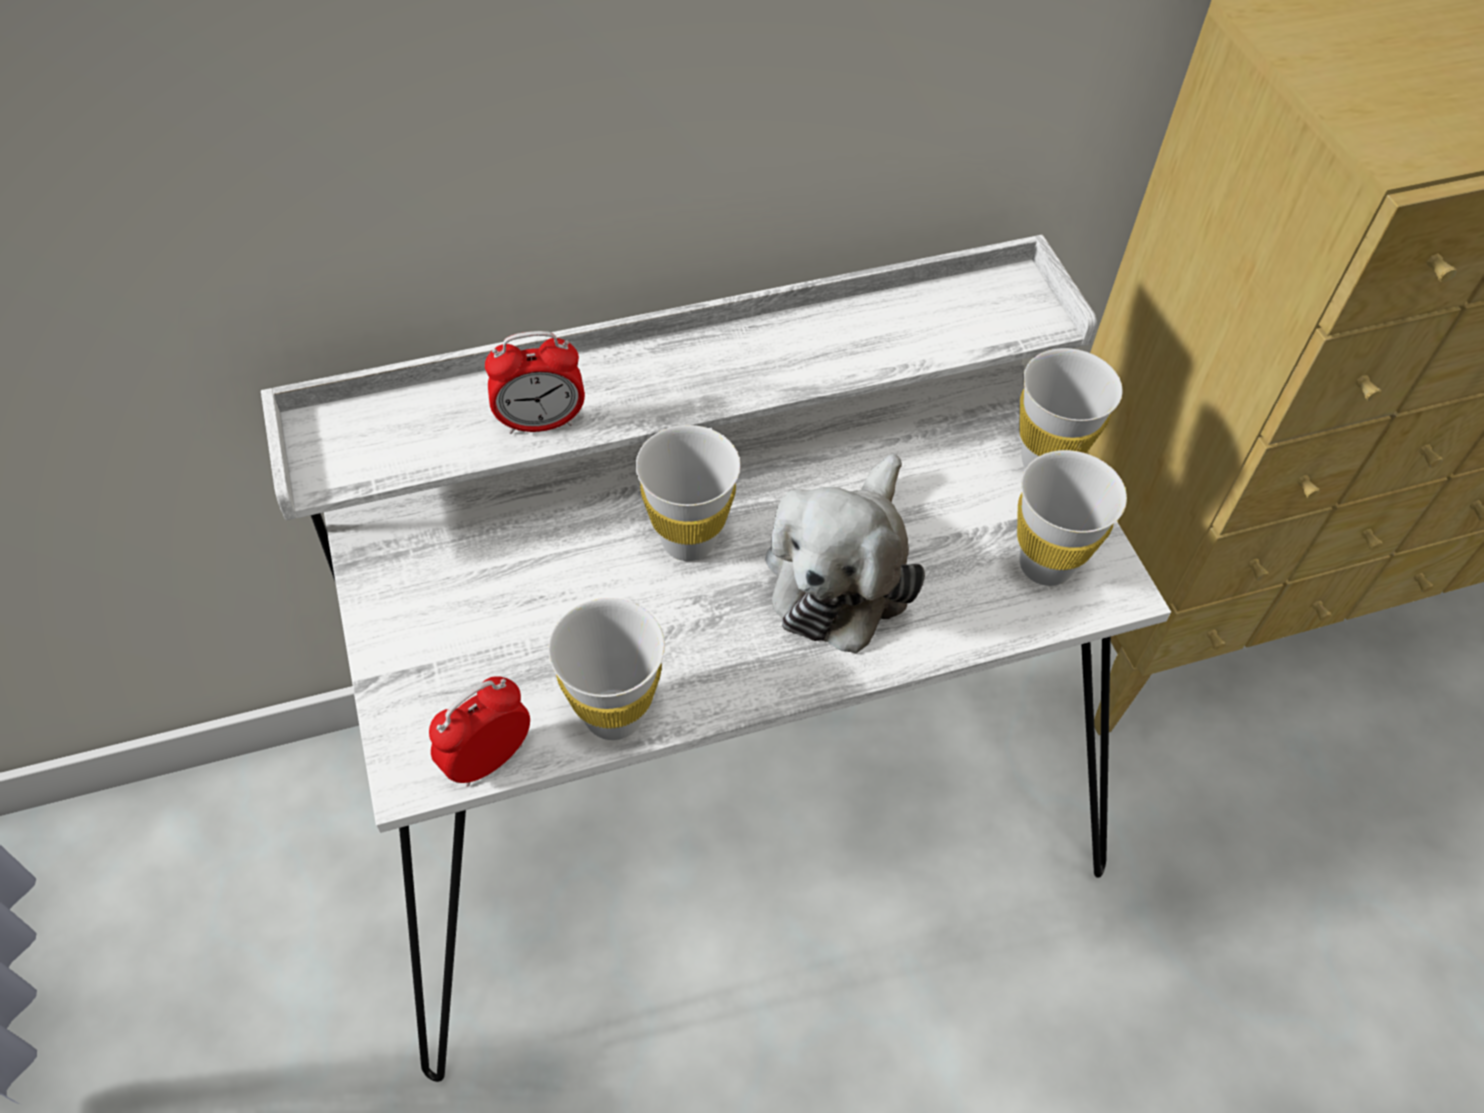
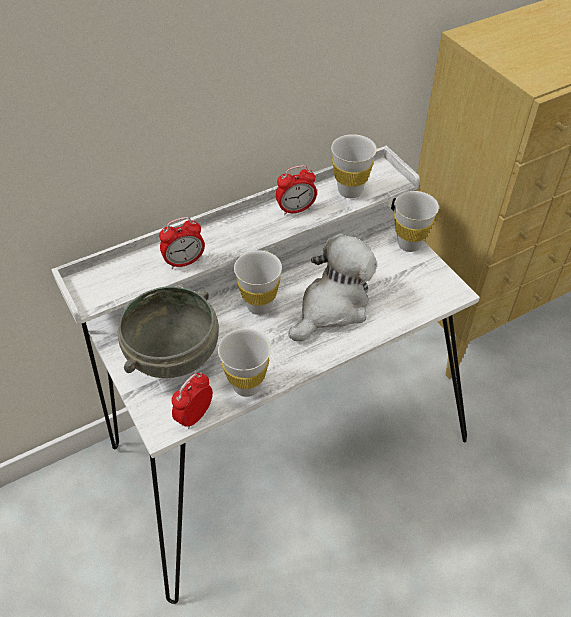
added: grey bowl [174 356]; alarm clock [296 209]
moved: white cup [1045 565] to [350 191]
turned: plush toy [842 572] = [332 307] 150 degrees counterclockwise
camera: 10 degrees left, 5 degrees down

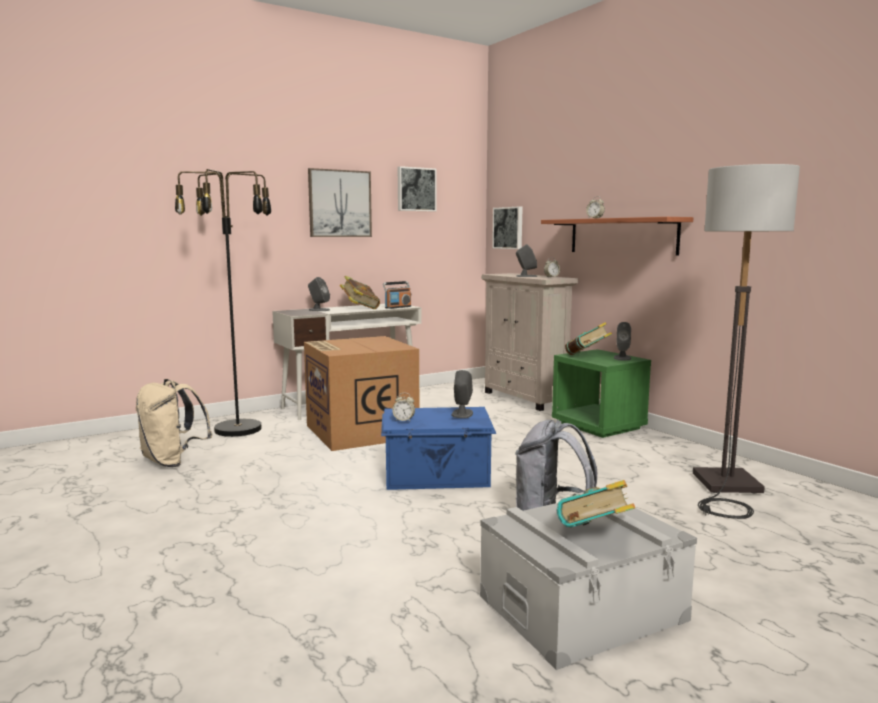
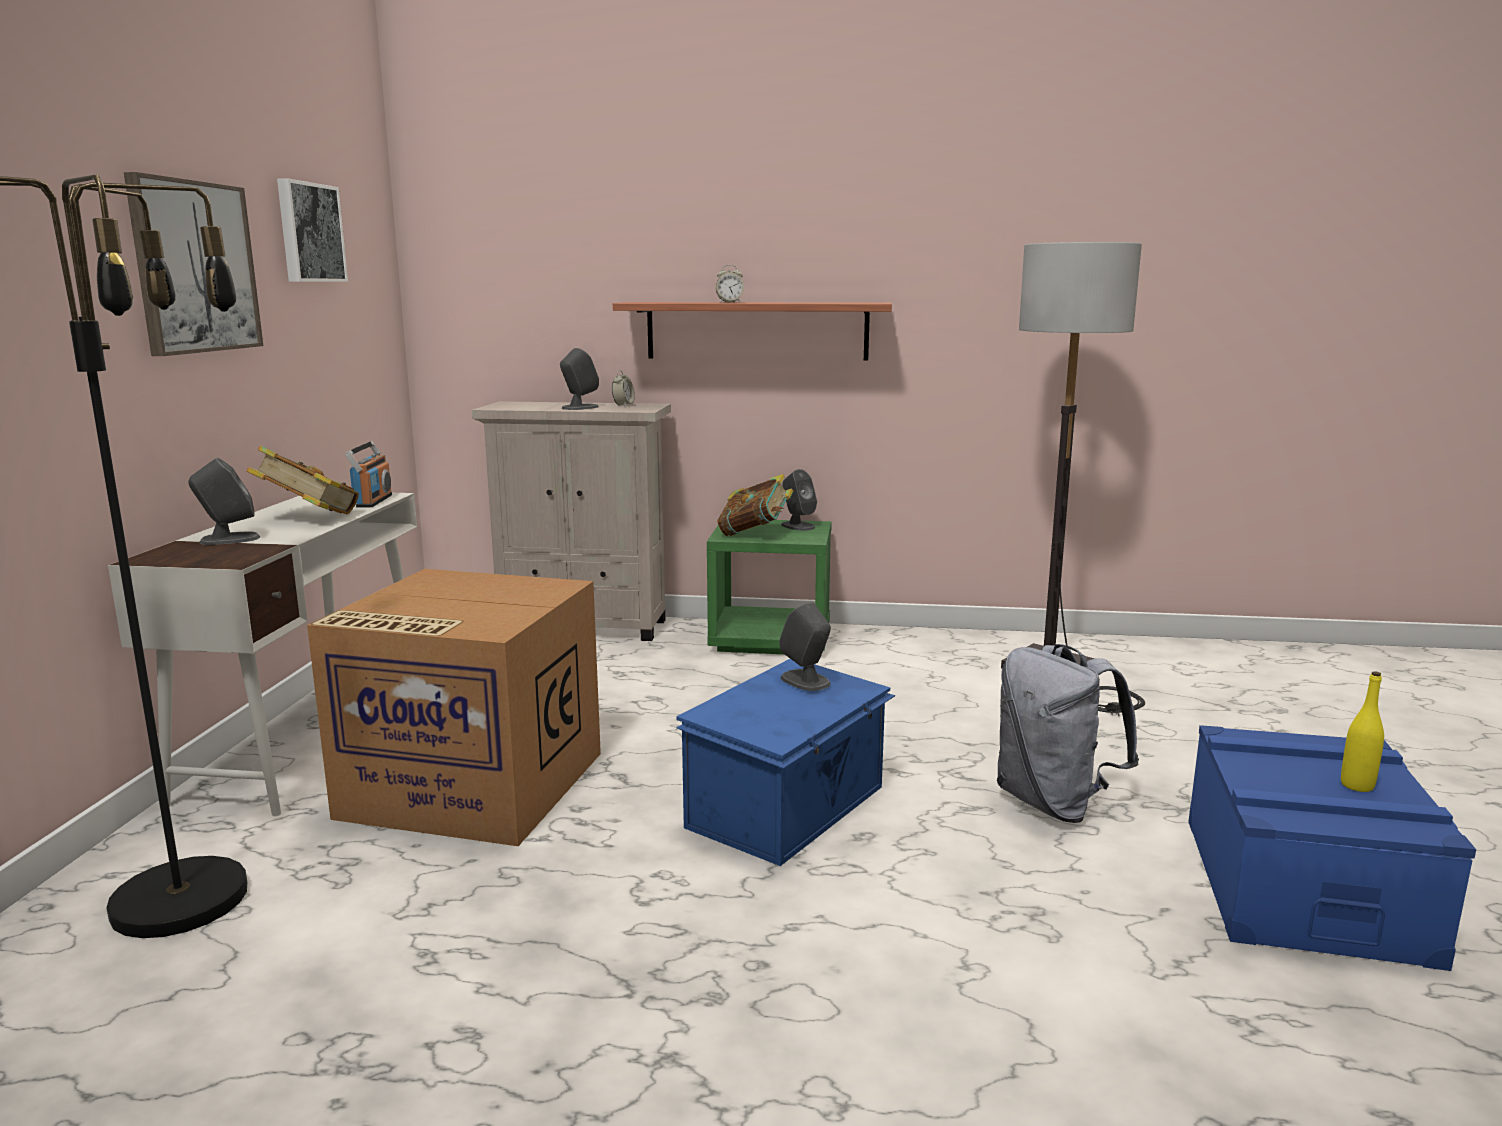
removed: beige backpack [173 462]; alarm clock [404 420]; picture [508 228]
replaced: book [596 538] to yellow bottle [1357 785]
recoloured: grey storage box [581 607] to blue storage box [1303 887]
camera: 50 degrees left, 5 degrees up

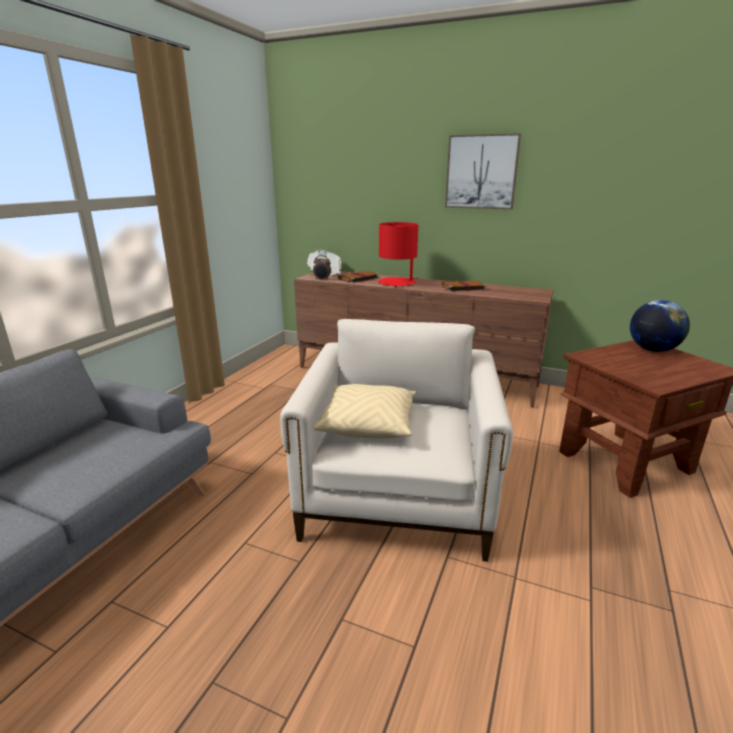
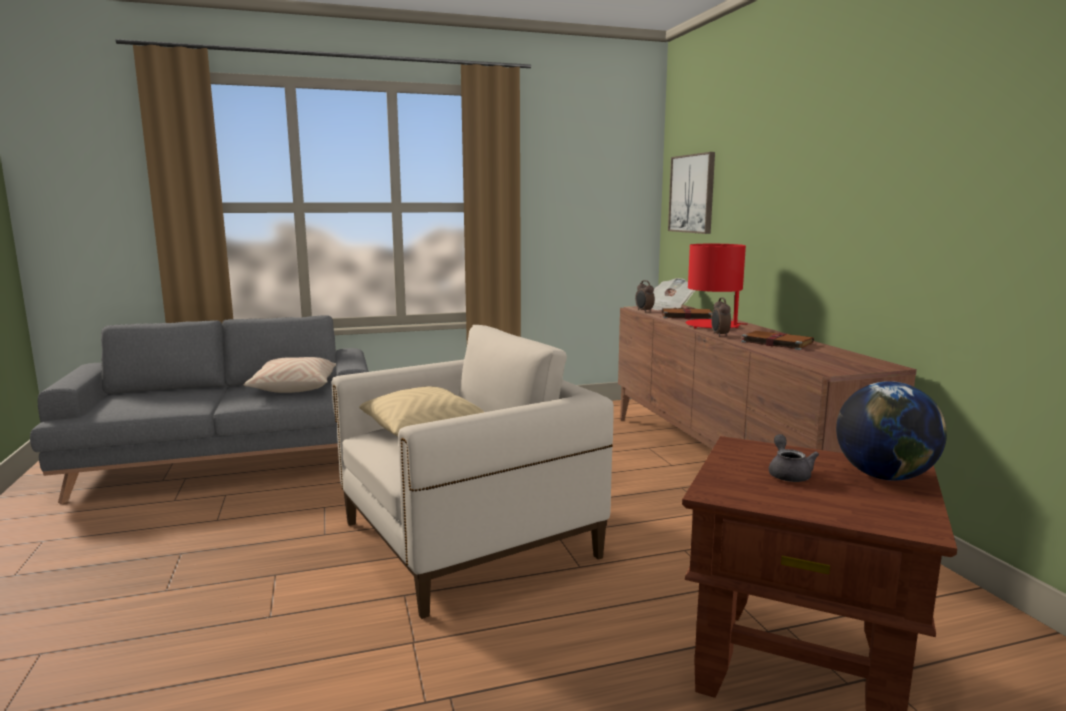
added: beige pillow [294 387]; alarm clock [719 335]; grey teapot [788 474]
moved: picture [481 172] to [692 193]
camera: 50 degrees right, 10 degrees down

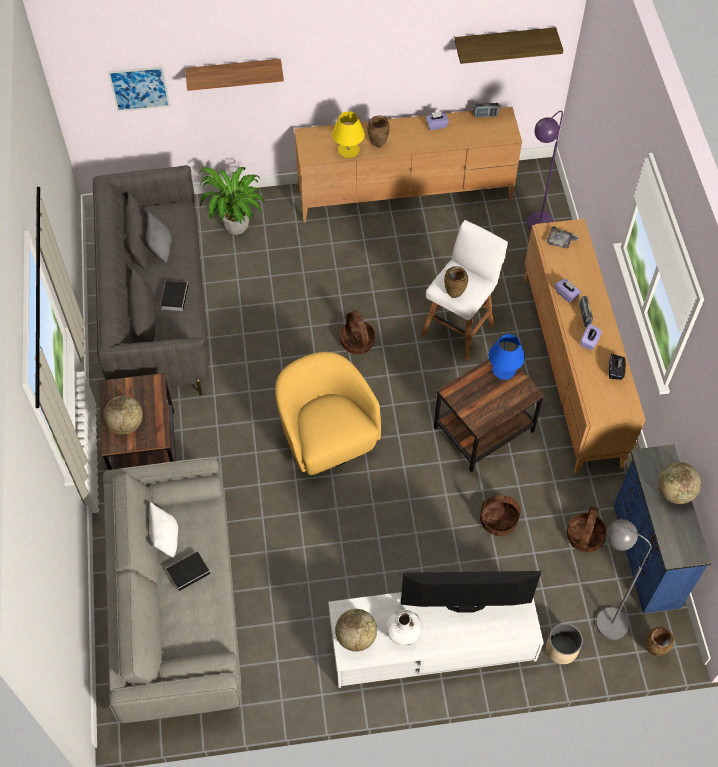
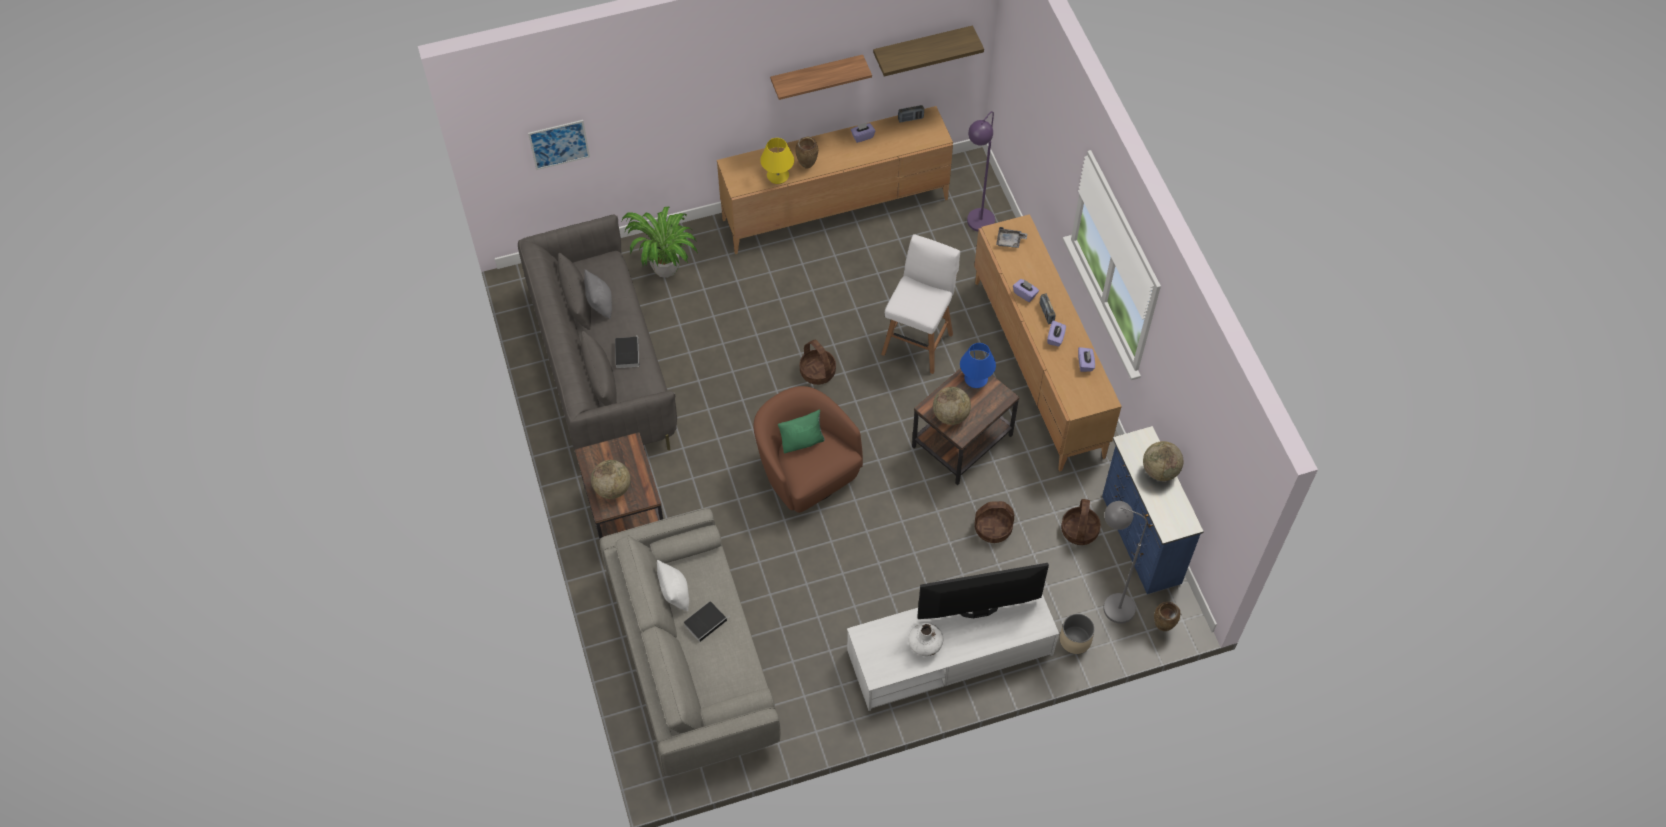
removed: brown vase [454 295]
added: green pillow [802 442]
moved: shelf [234 73] to [816 75]; globe [356 637] to [950 415]
recoloured: yellow armchair [326 436] to brown armchair [805 472]; black tissue box [615 371] to purple tissue box [1085 364]
camera: 10 degrees left, 0 degrees up

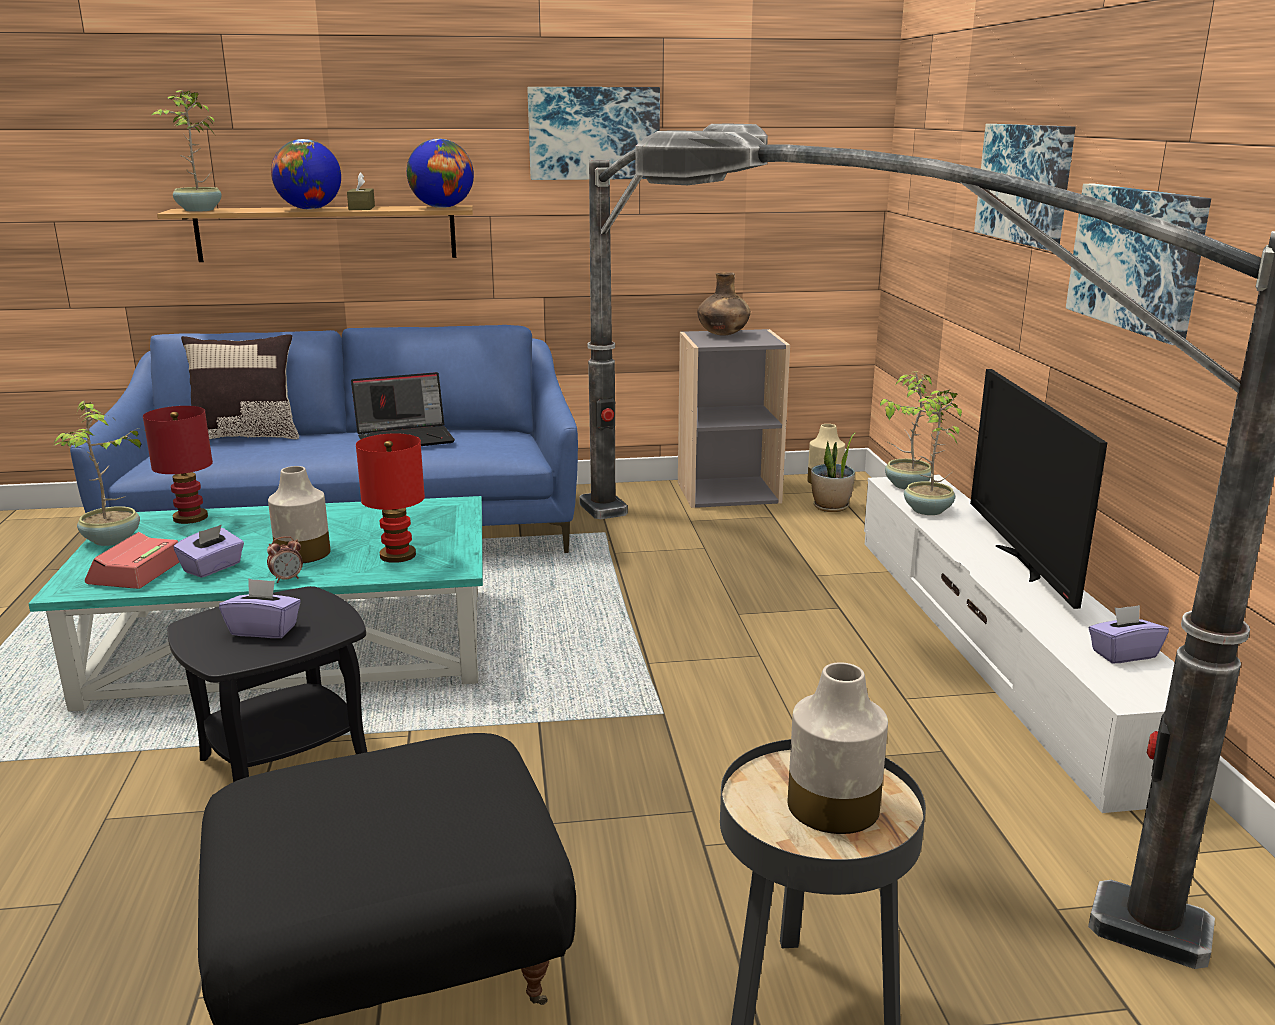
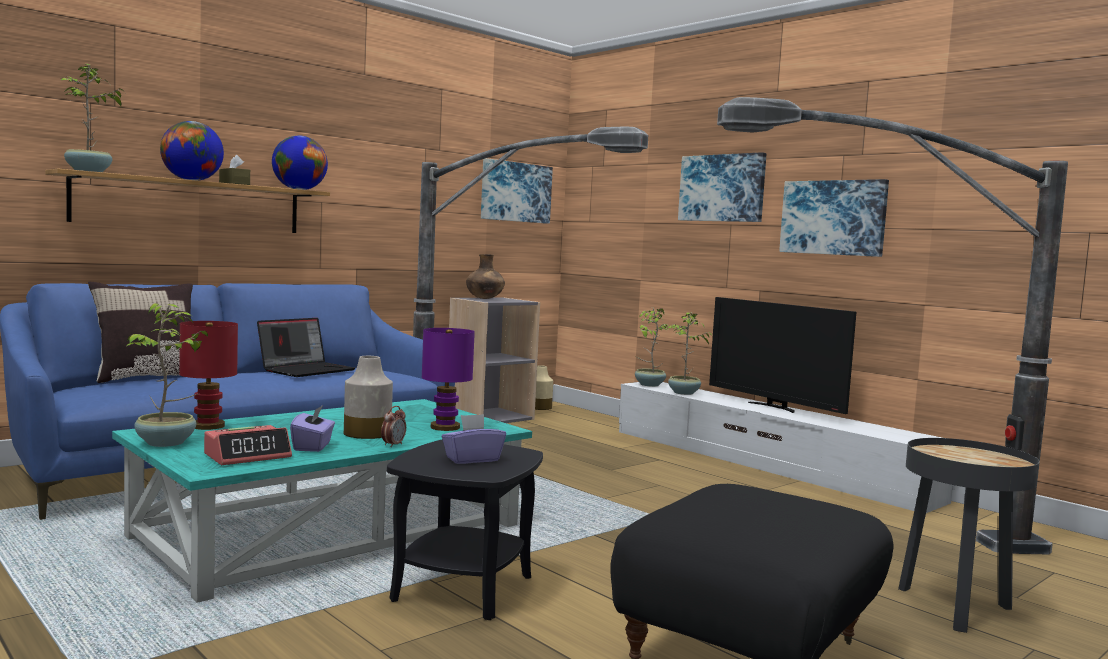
removed: beige vase [834 805]; potted plant [831 507]; purple tissue box [1123 654]
moved: picture [594 133] to [515 192]
recoloured: red table lamp [397 555] to purple table lamp [444 427]
turned: alarm clock [135 573] = [248 456] 105 degrees counterclockwise
camera: 35 degrees left, 15 degrees down

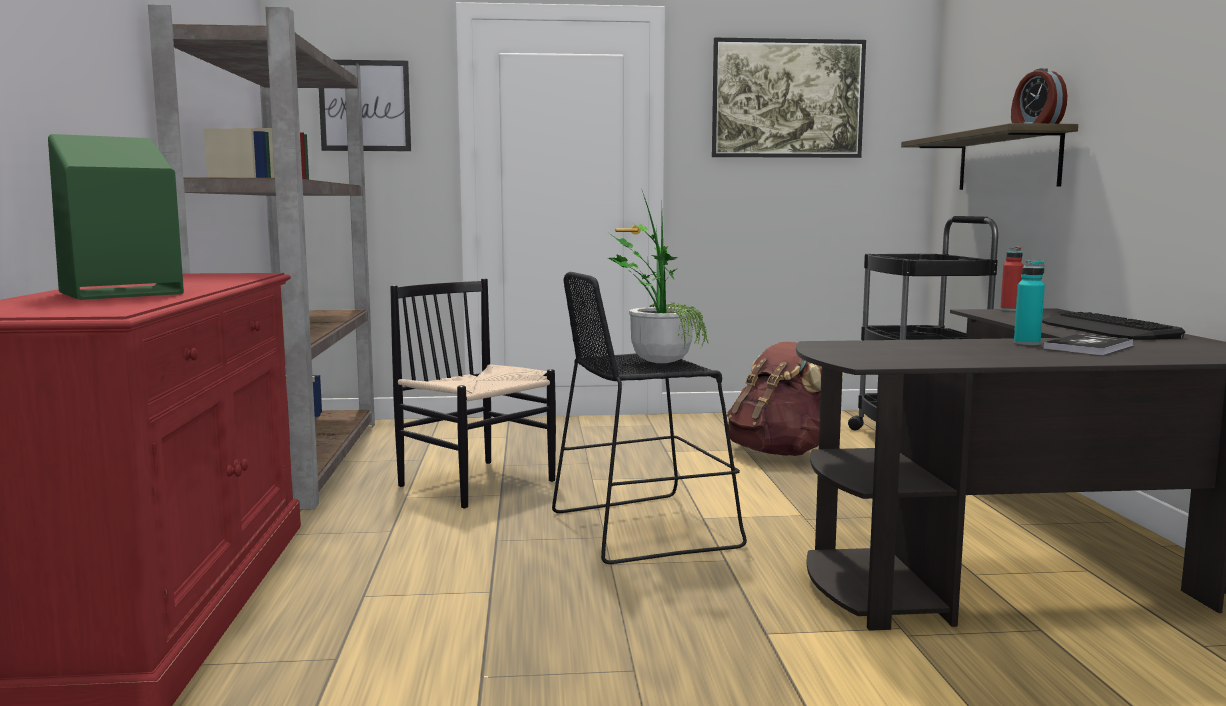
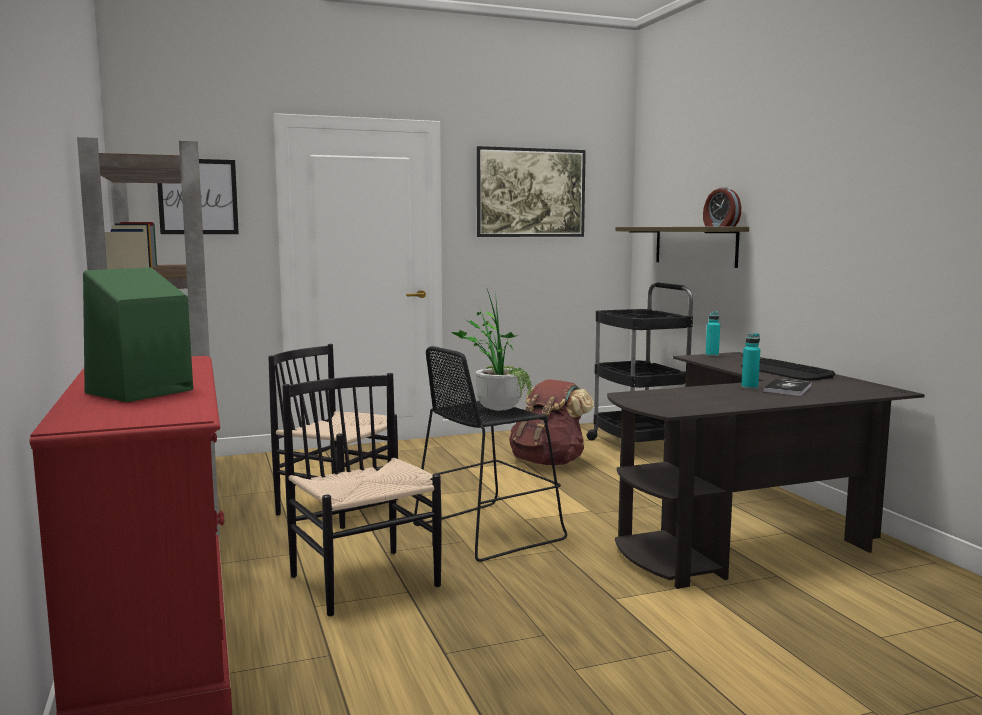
added: black chair [362 579]
recoloured: red bottle [1010 310] to turquoise bottle [712 355]
camera: 15 degrees left, 0 degrees up

